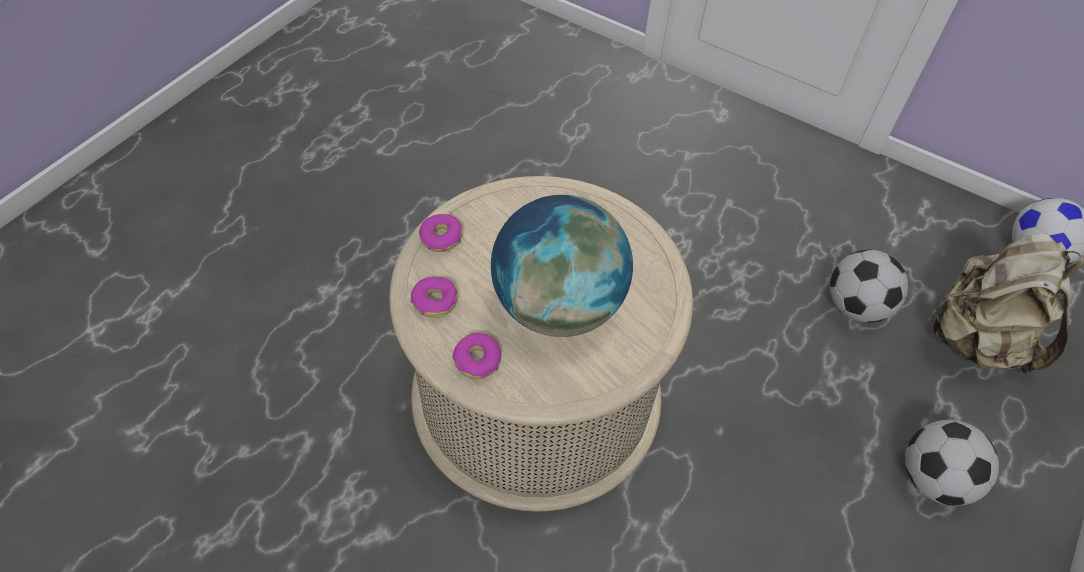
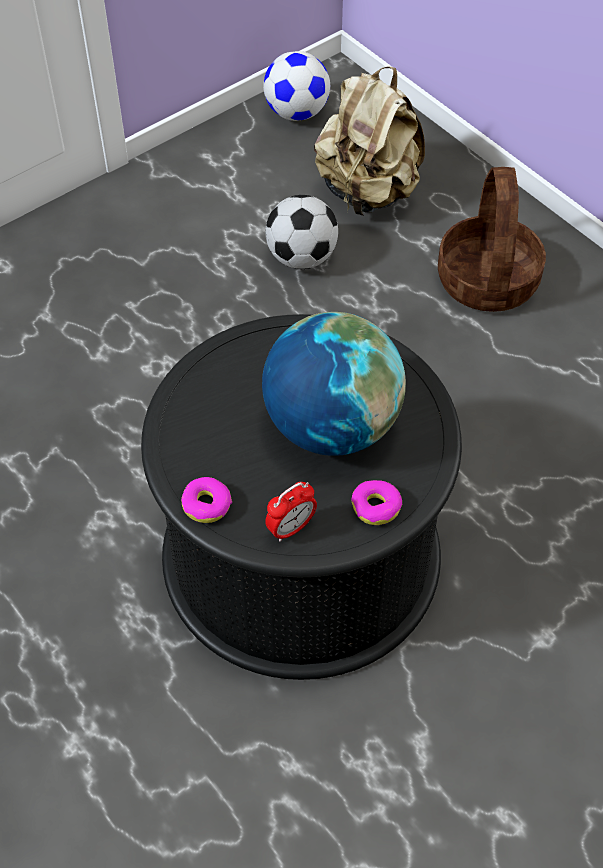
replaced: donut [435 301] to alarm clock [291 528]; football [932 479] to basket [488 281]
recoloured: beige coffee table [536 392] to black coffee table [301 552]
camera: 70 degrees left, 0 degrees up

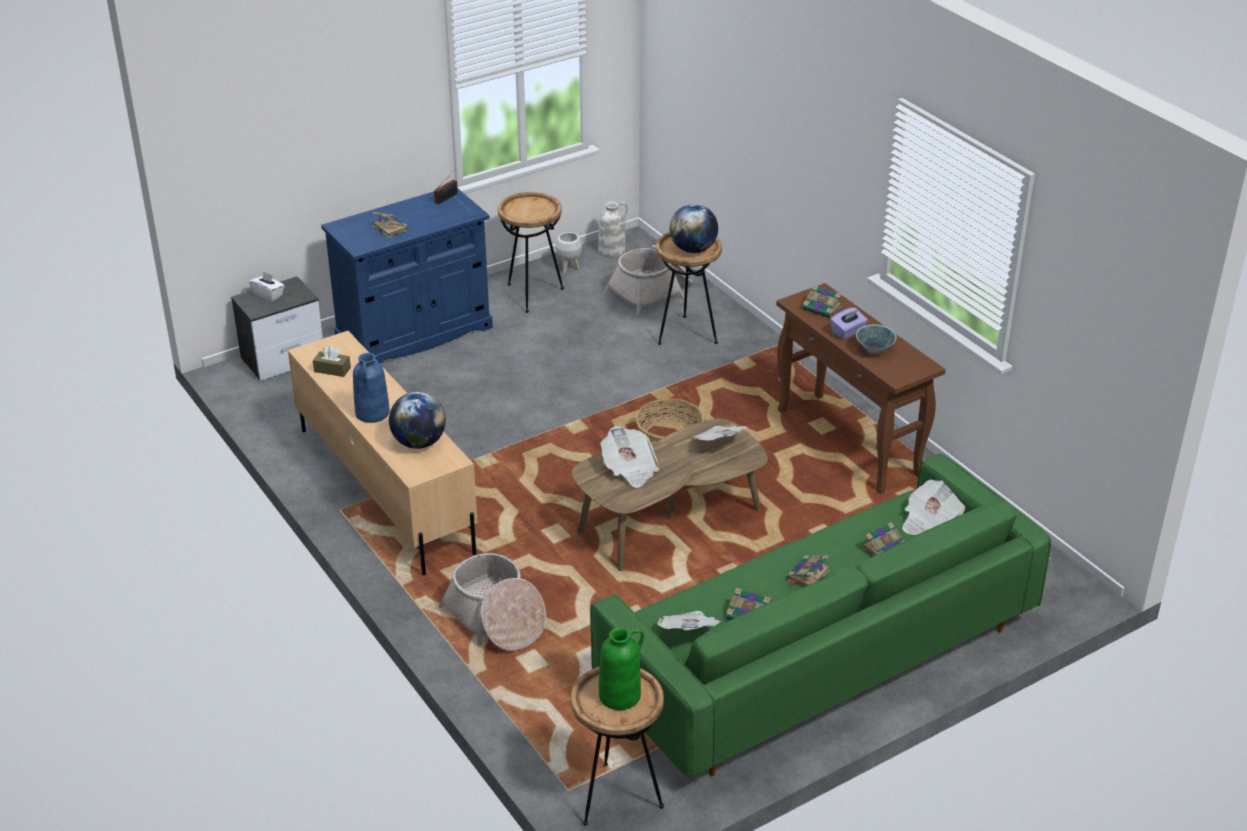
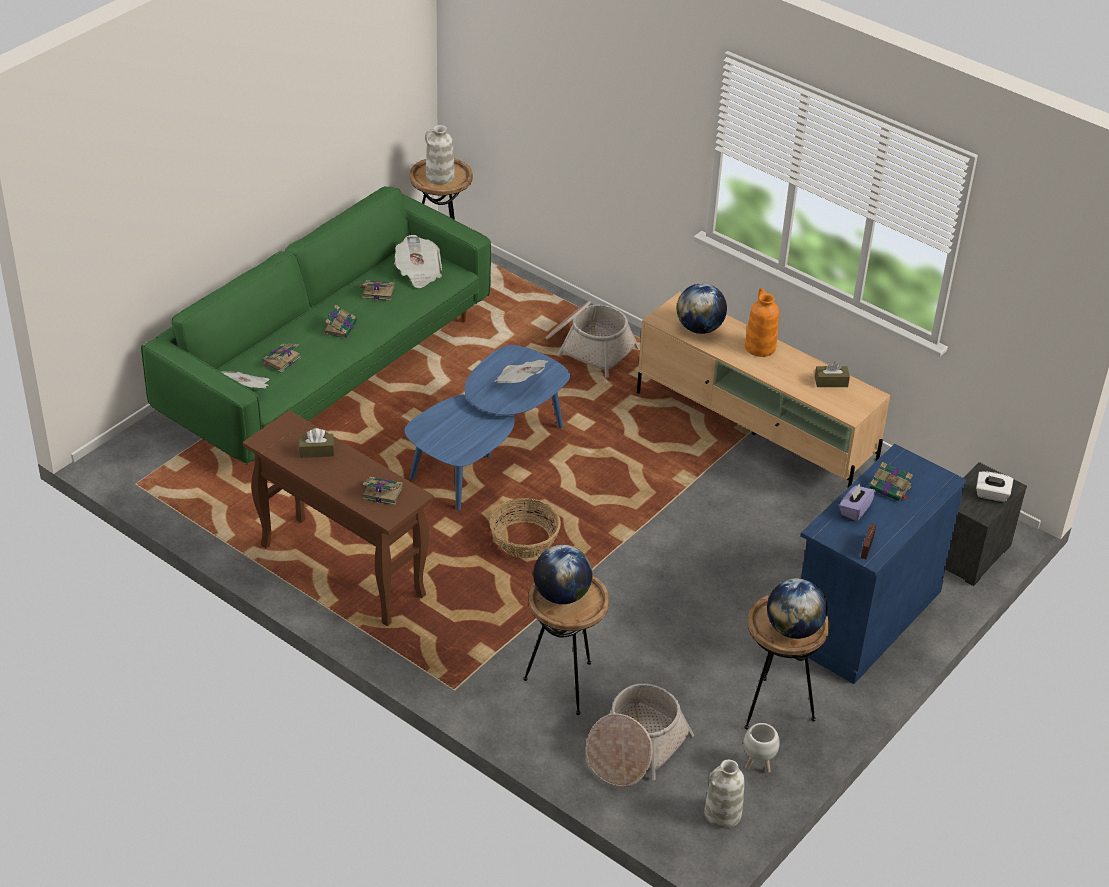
removed: newspaper [719 444]
added: globe [793 629]
moved: purple tissue box [848 332] to [855 510]
replaced: bowl [874 350] to brown tissue box [316 451]
recoloured: blue vase [372 413] to orange vase [759 347]; brown coffee table [669 521] to blue coffee table [488 454]; green vase [620 695] to white vase [439 177]
camera: 160 degrees right, 5 degrees up

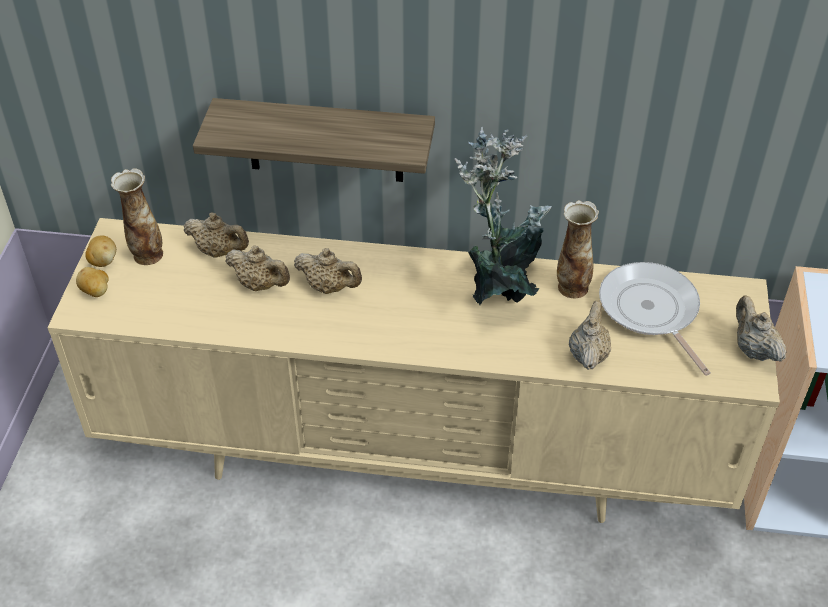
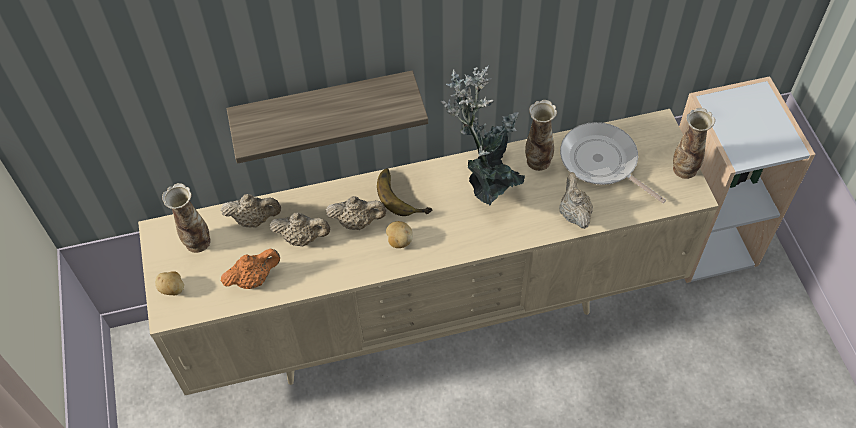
added: orange teapot [254 279]; banana [403 194]
moved: potato [103 261] to [399 241]
replaced: beige teapot [753 349] to vase [684 169]
camera: 20 degrees left, 10 degrees up

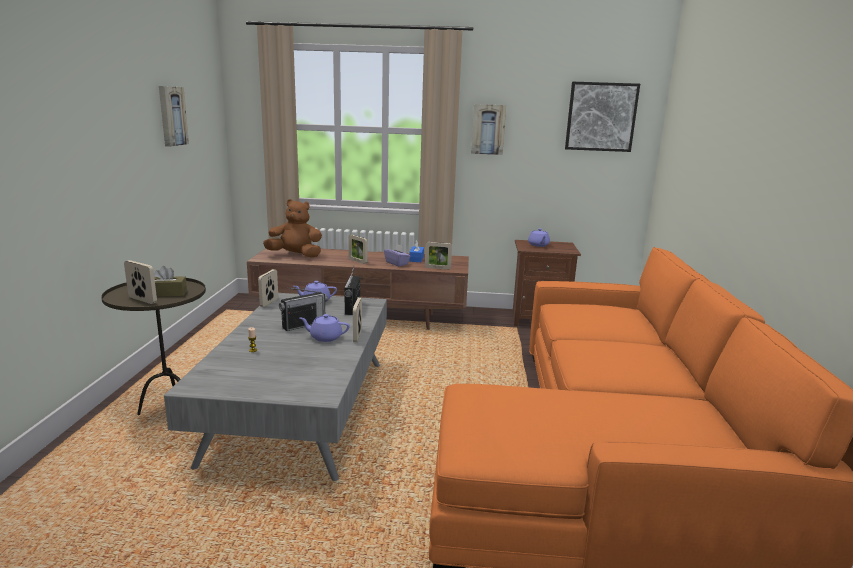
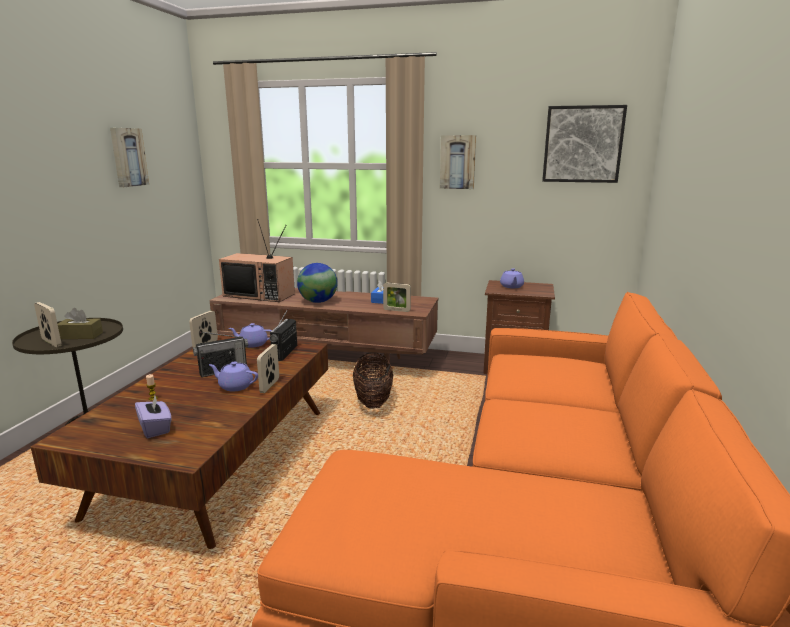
added: basket [373 400]
moved: purple tissue box [397 263] to [155 428]
replaced: brown plush toy [295 255] to television [260 295]; picture frame [357 261] to globe [318 302]
recoloured: grey coffee table [300 409] to brown coffee table [216 459]
camera: 10 degrees right, 0 degrees up

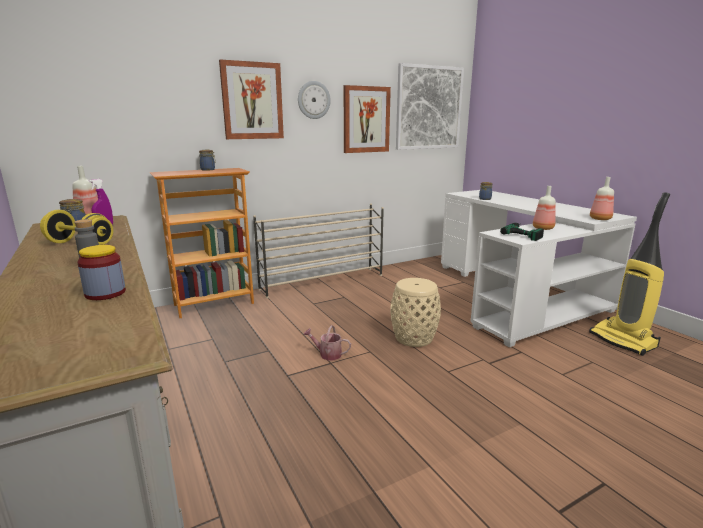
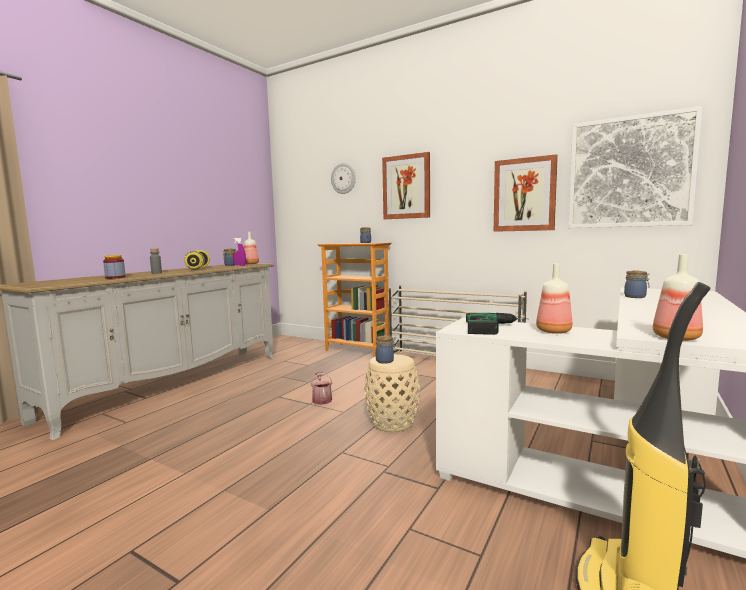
added: jar [385 361]
moved: wall clock [313 100] to [343 178]
camera: 60 degrees right, 10 degrees down

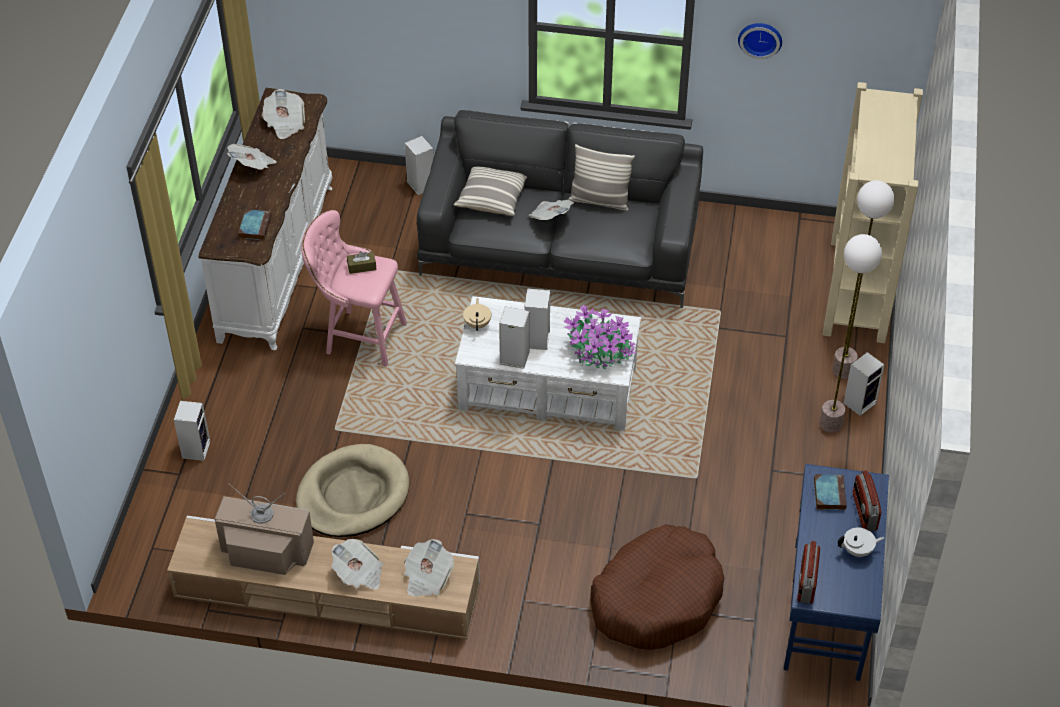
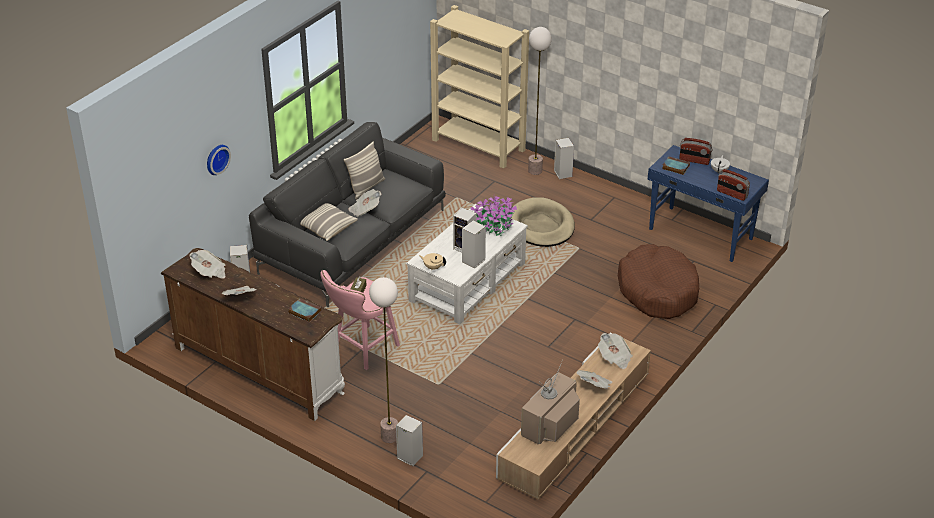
moved: beige dog bed [353 495] to [541 226]; wall clock [760 38] to [216 158]; floor lamp [830 423] to [389 436]
camera: 65 degrees left, 10 degrees down

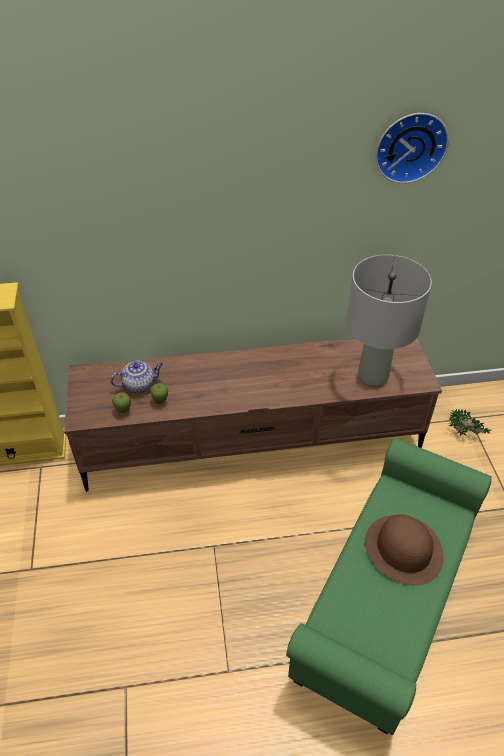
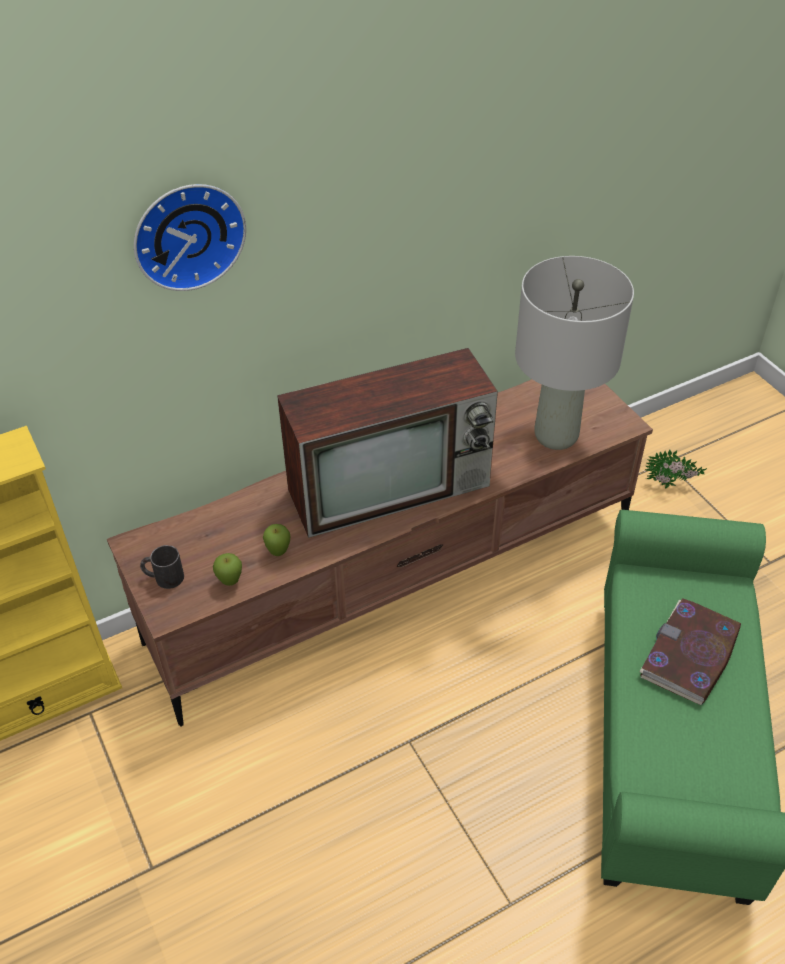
removed: teapot [140 385]
added: black mug [163 577]; television [392 486]
moved: wall clock [410 146] to [187 234]
replaced: brown hat [404 549] to book [690 654]
camera: 20 degrees left, 0 degrees up

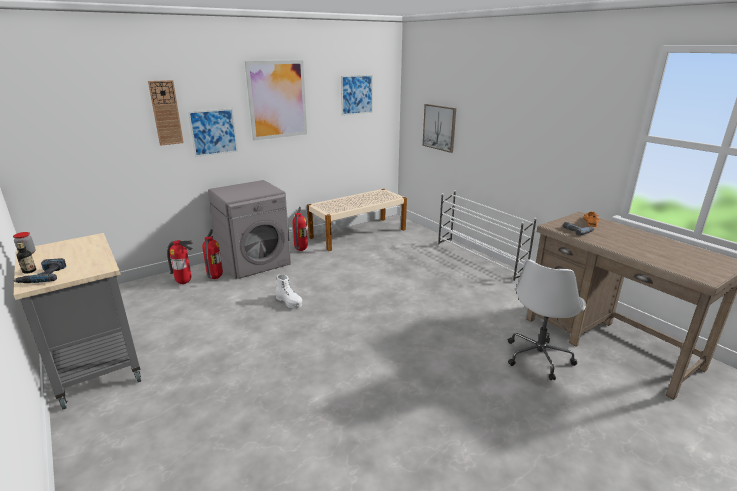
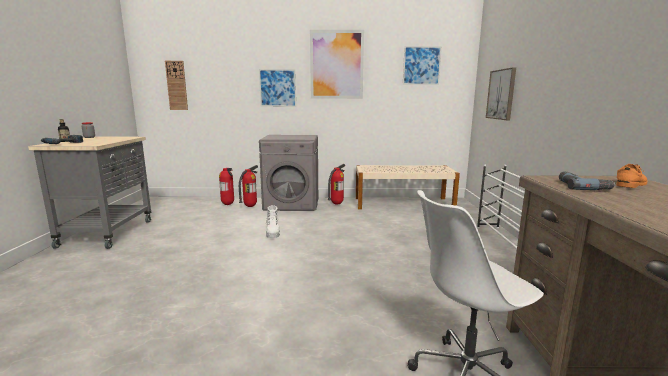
moved: wall clock [166 113] to [176 85]
camera: 35 degrees right, 10 degrees down

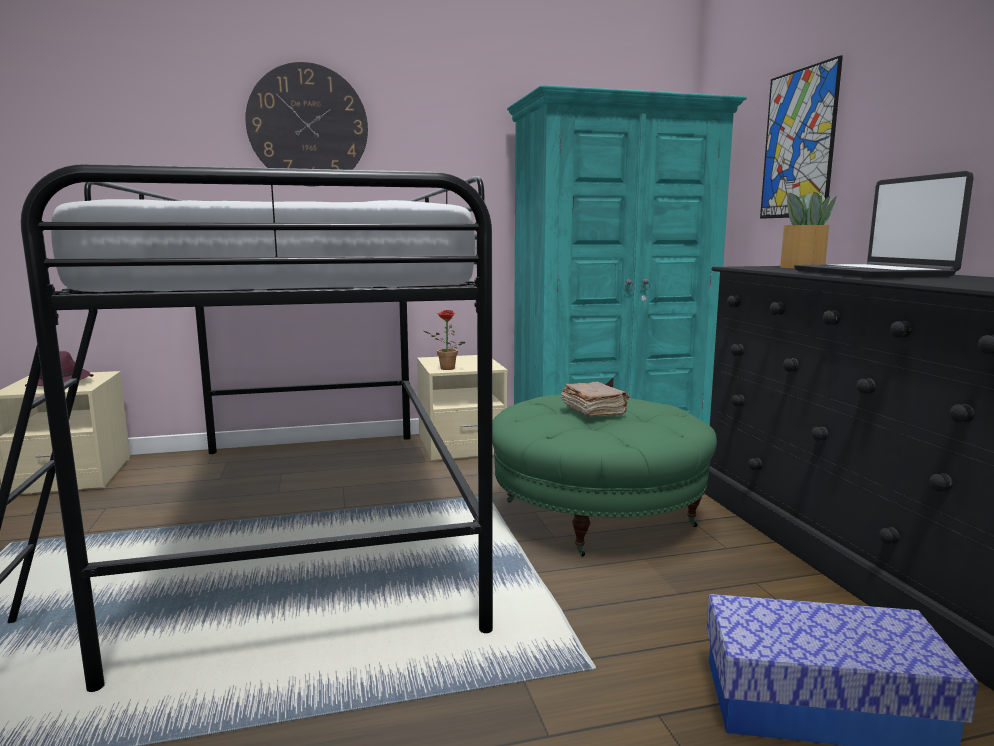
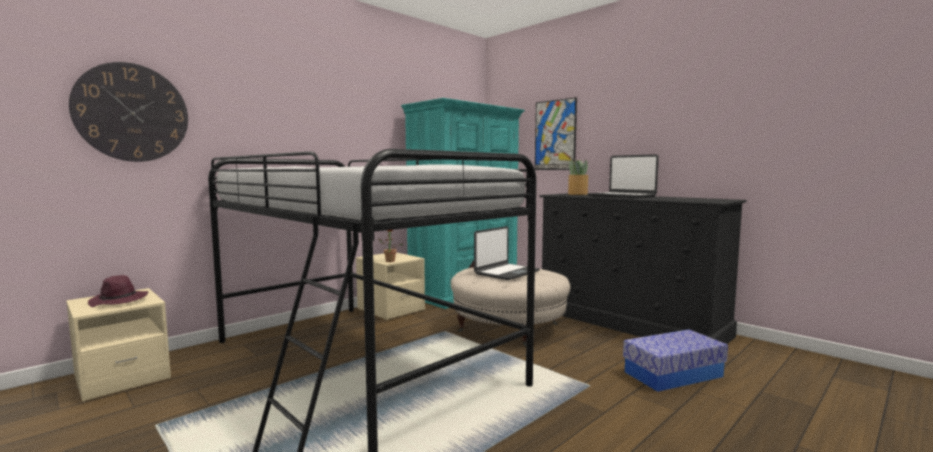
moved: wall clock [308 125] to [132 113]
replaced: brown book [593 411] to laptop [506 272]
recoloured: green ottoman [597 514] to beige ottoman [509 328]
camera: 30 degrees left, 5 degrees down

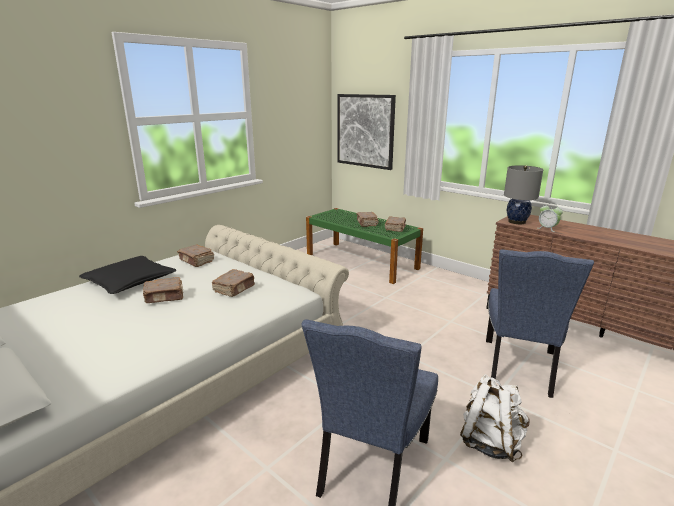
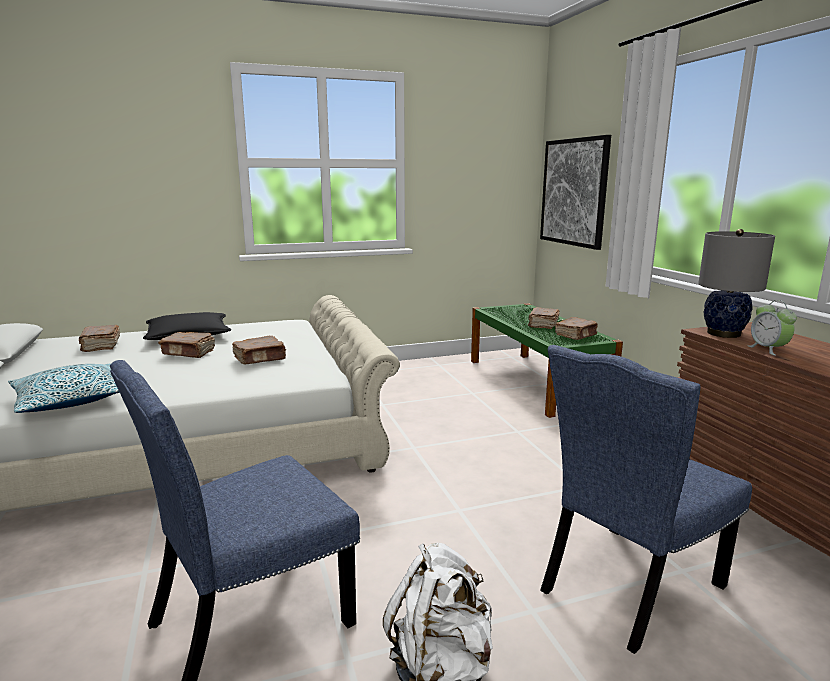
added: pillow [70 400]
moved: brown book [196 261] to [100 345]
camera: 30 degrees right, 5 degrees down

